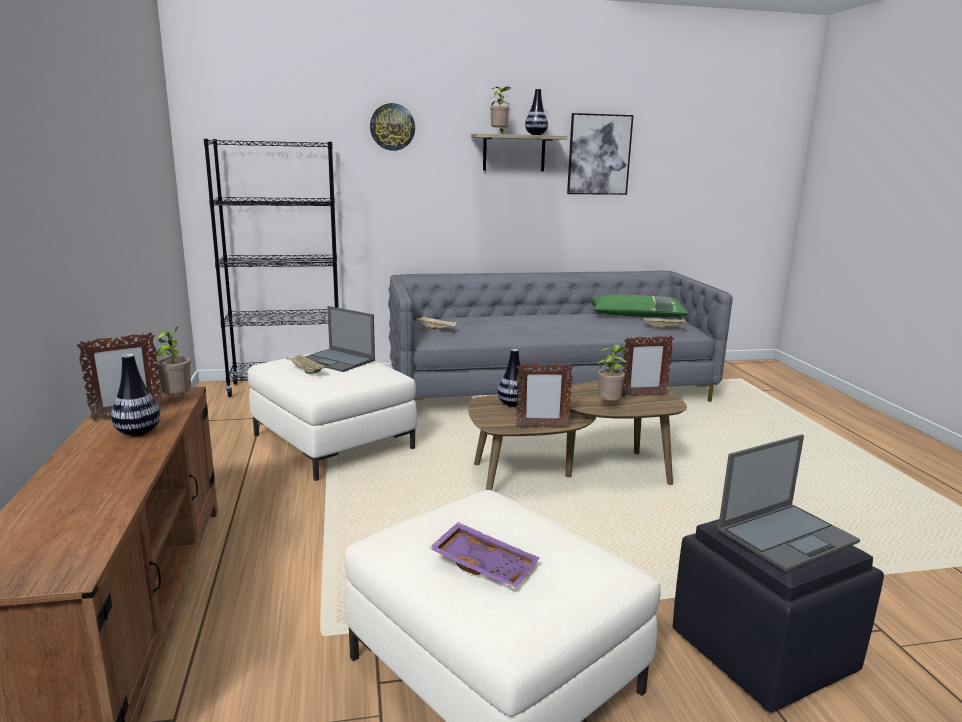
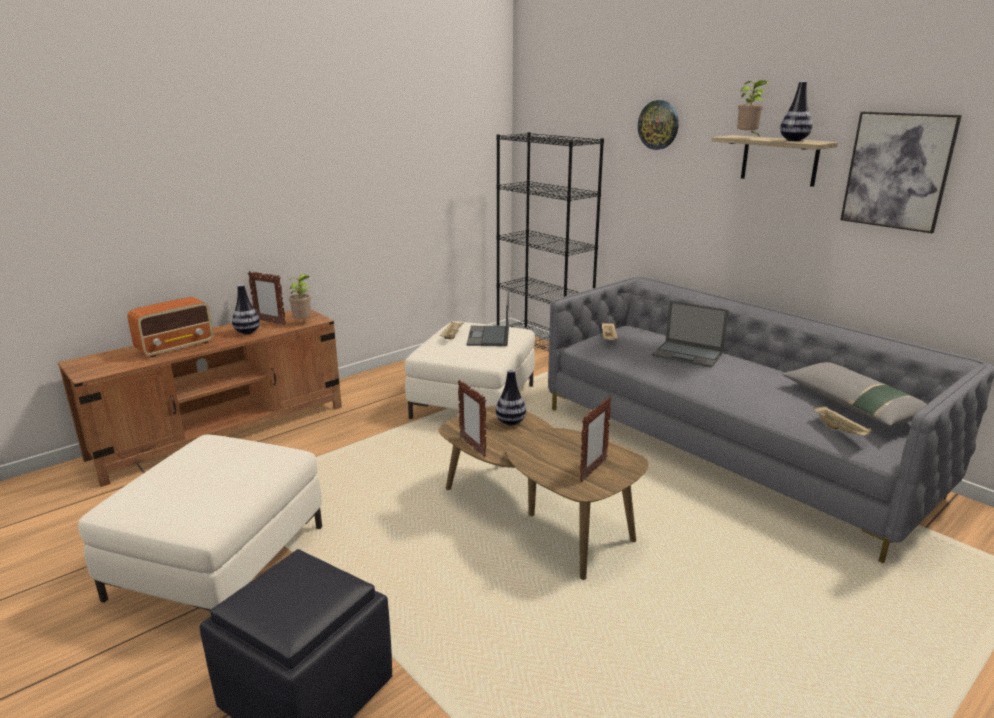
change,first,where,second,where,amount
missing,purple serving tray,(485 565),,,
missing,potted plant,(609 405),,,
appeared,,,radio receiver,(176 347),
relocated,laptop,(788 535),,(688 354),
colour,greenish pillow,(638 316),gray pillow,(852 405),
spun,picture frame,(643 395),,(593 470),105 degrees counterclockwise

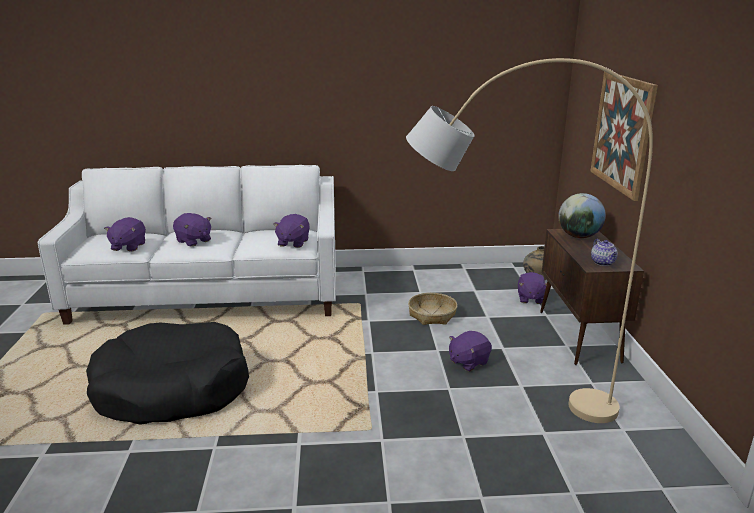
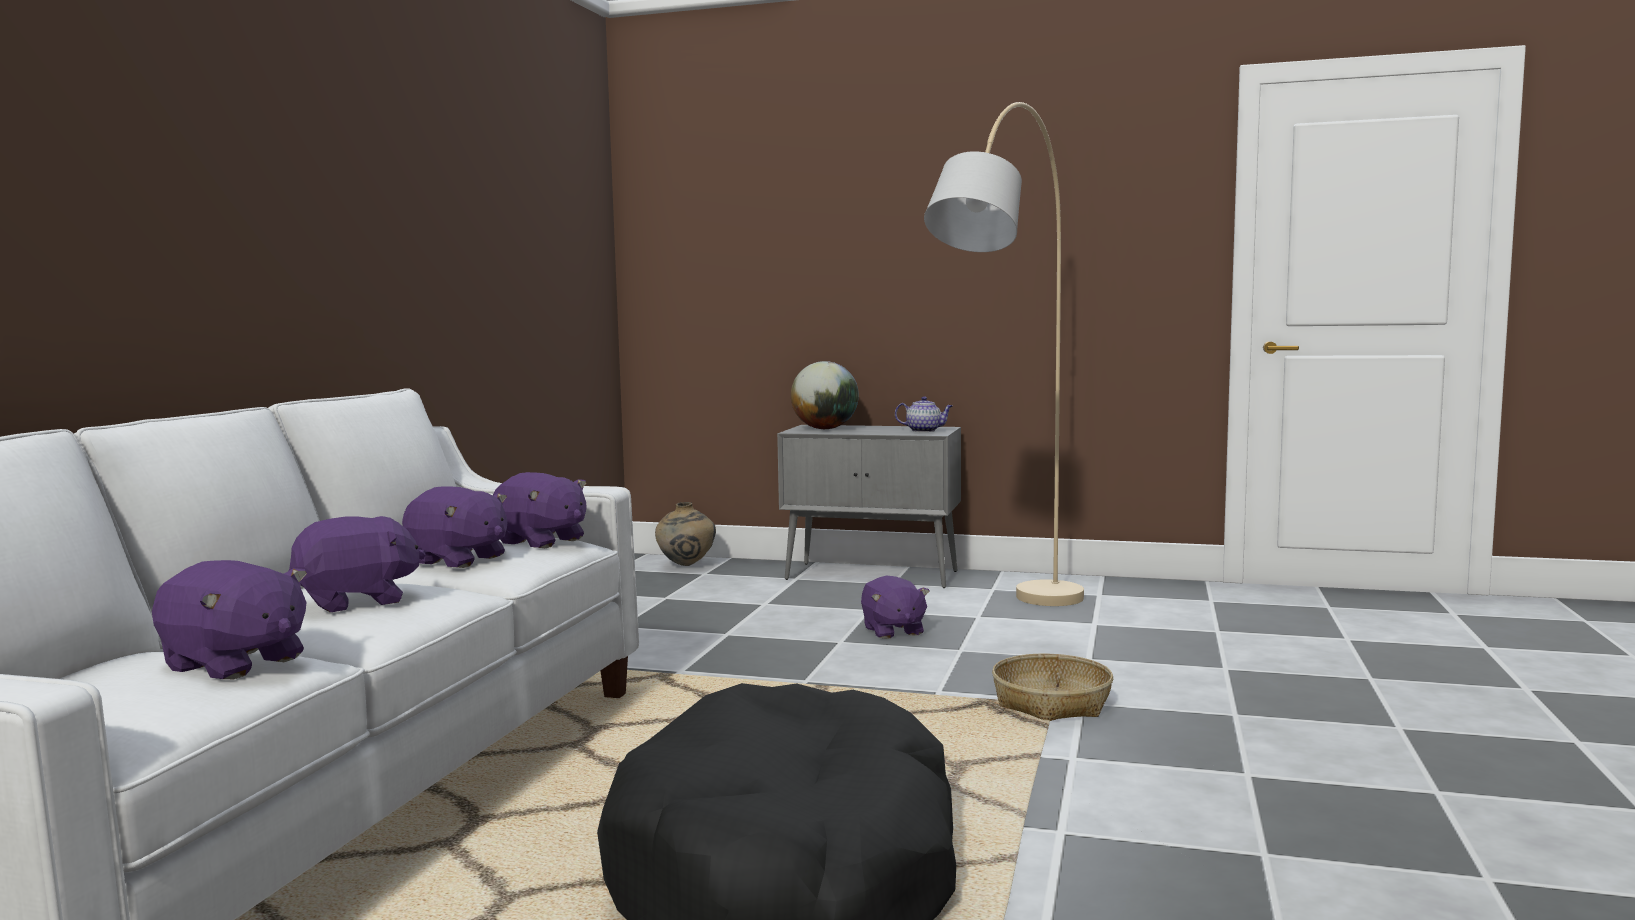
change,first,where,second,where,amount
missing,wall art,(622 133),,,
relocated,household basket,(432 315),,(1052 703),
relocated,purple cuddly toy,(530 298),,(458 560),
colour,brownish cupboard,(579 336),gray cupboard,(873 575),

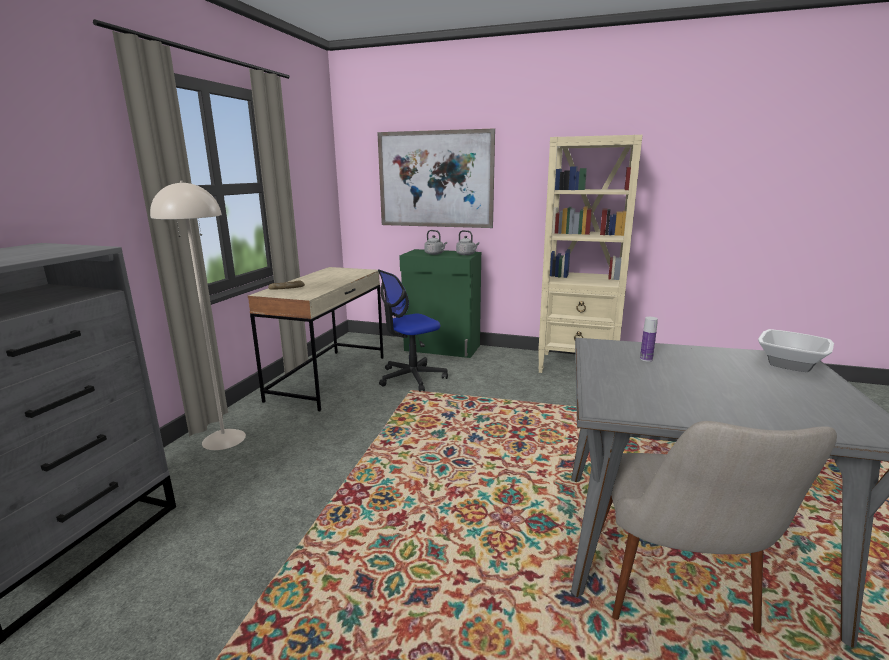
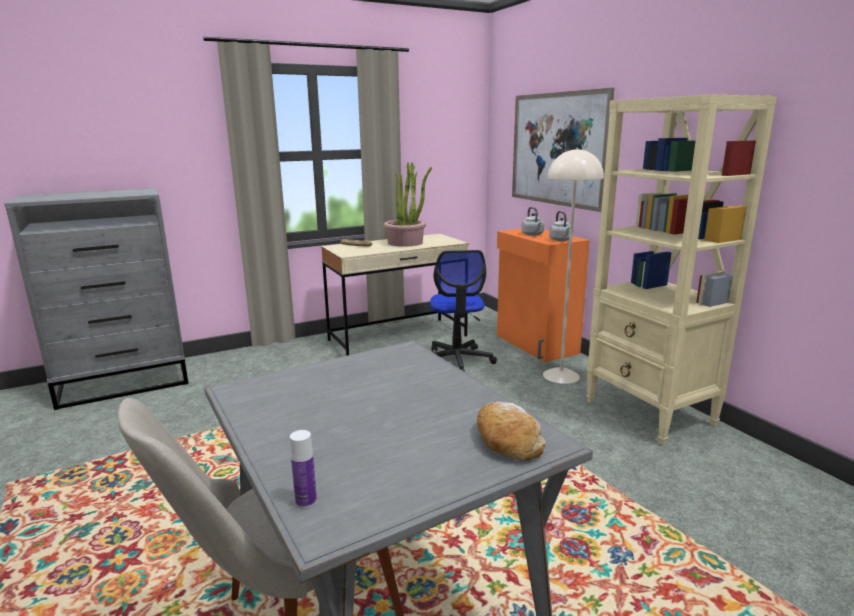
change,first,where,second,where,amount
appeared,,,potted plant,(405 243),
relocated,beige-coloured floor lamp,(224 439),,(561 375),
relocated,drink bottle,(646 359),,(306 501),
exchanged,serving bowl,(788 364),baked bread,(507 441),
colour,greenish cupboard,(442 348),orange-coloured cupboard,(535 344),
spun,office chair,(411 377),,(457 360),105 degrees counterclockwise

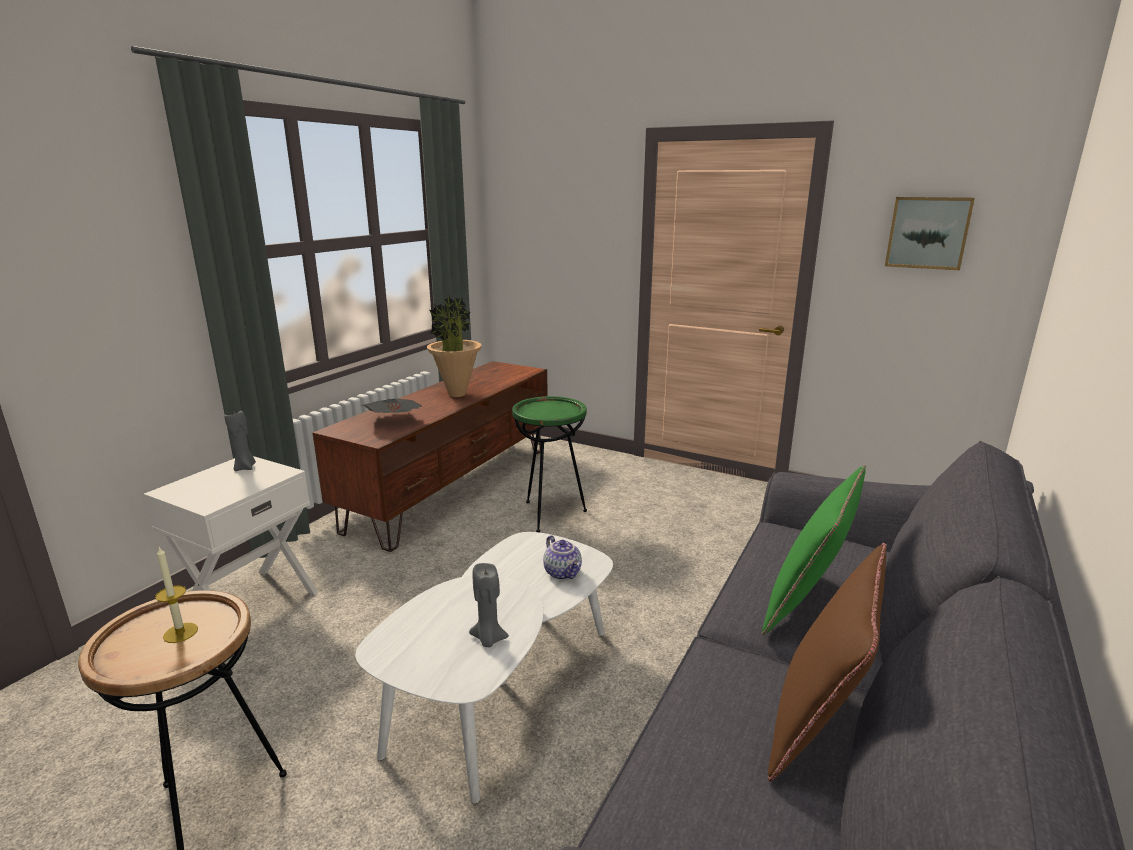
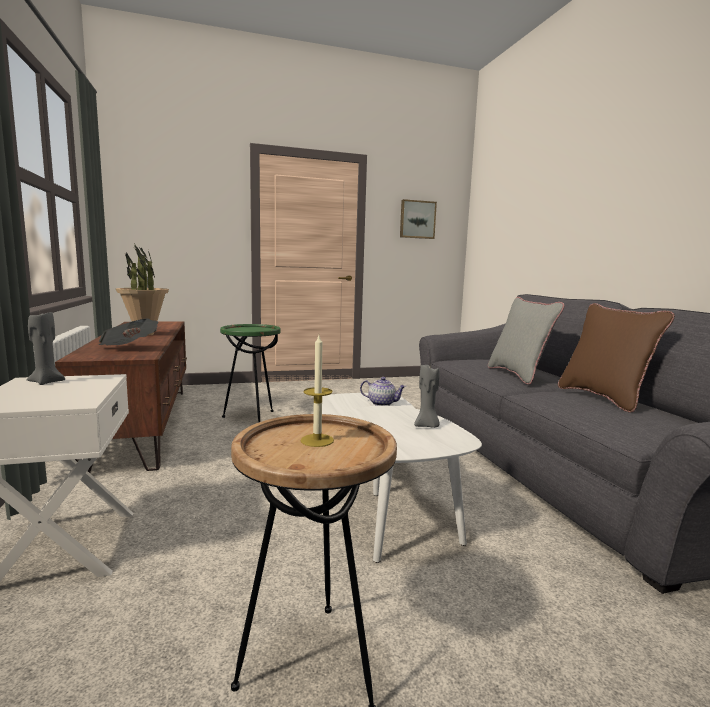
change,first,where,second,where,amount
colour,greenish pillow,(805 607),gray pillow,(518 375),

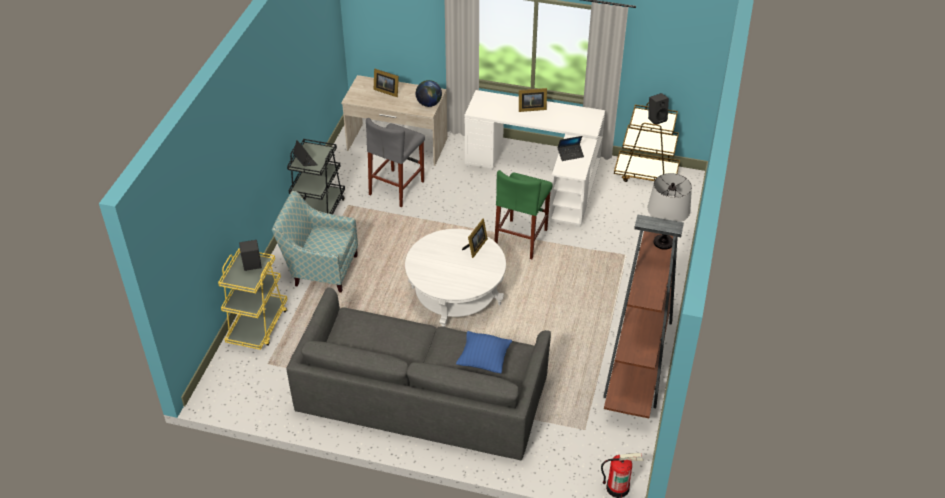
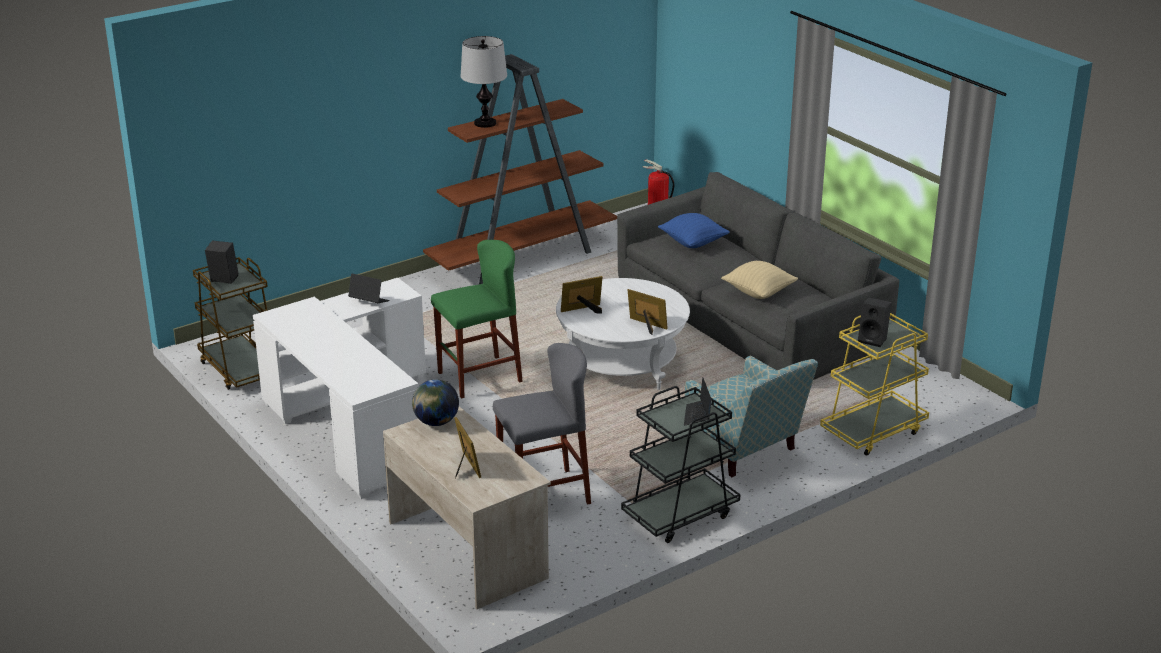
change,first,where,second,where,amount
appeared,,,beige-coloured pillow,(758 292),
relocated,picture frame,(531 108),,(647 326),

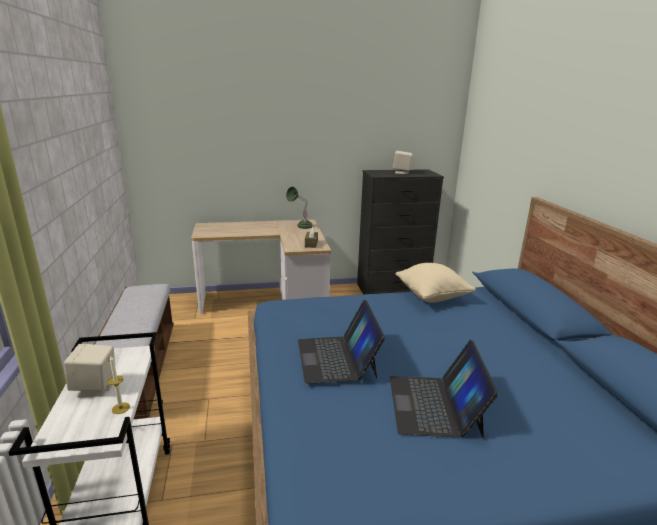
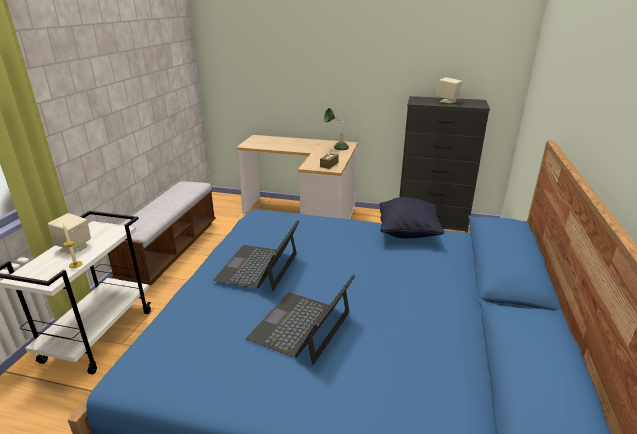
change,first,where,second,where,amount
colour,beige-coloured pillow,(432 296),black pillow,(408 232),

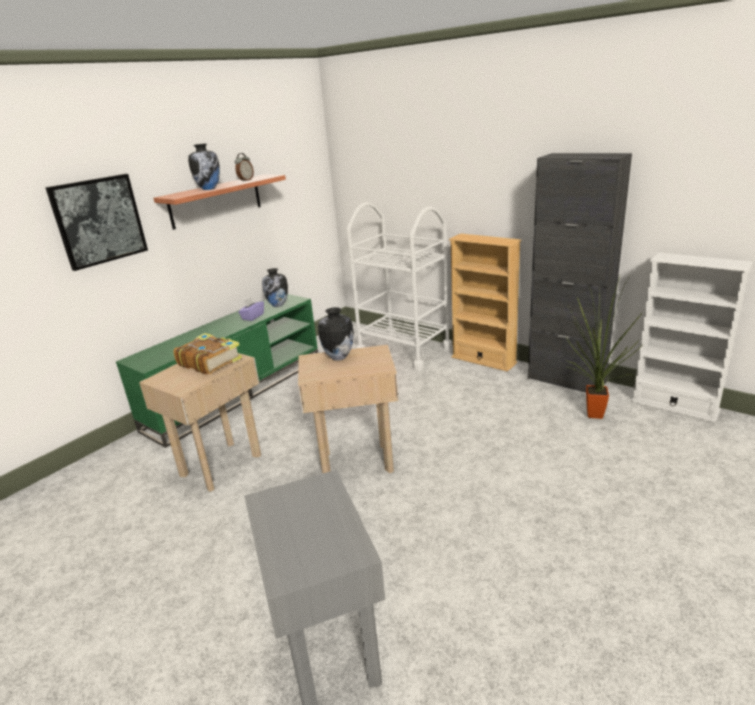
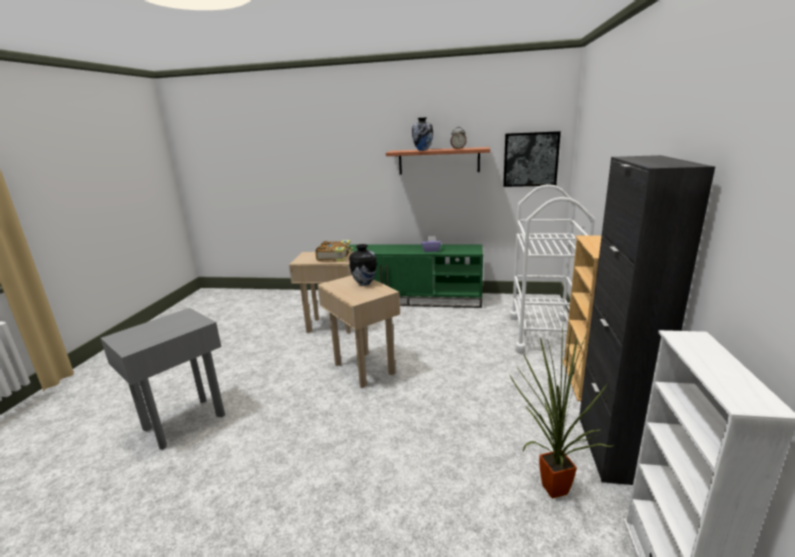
change,first,where,second,where,amount
missing,vase,(278 305),,,
relocated,wall art,(99 221),,(530 159),

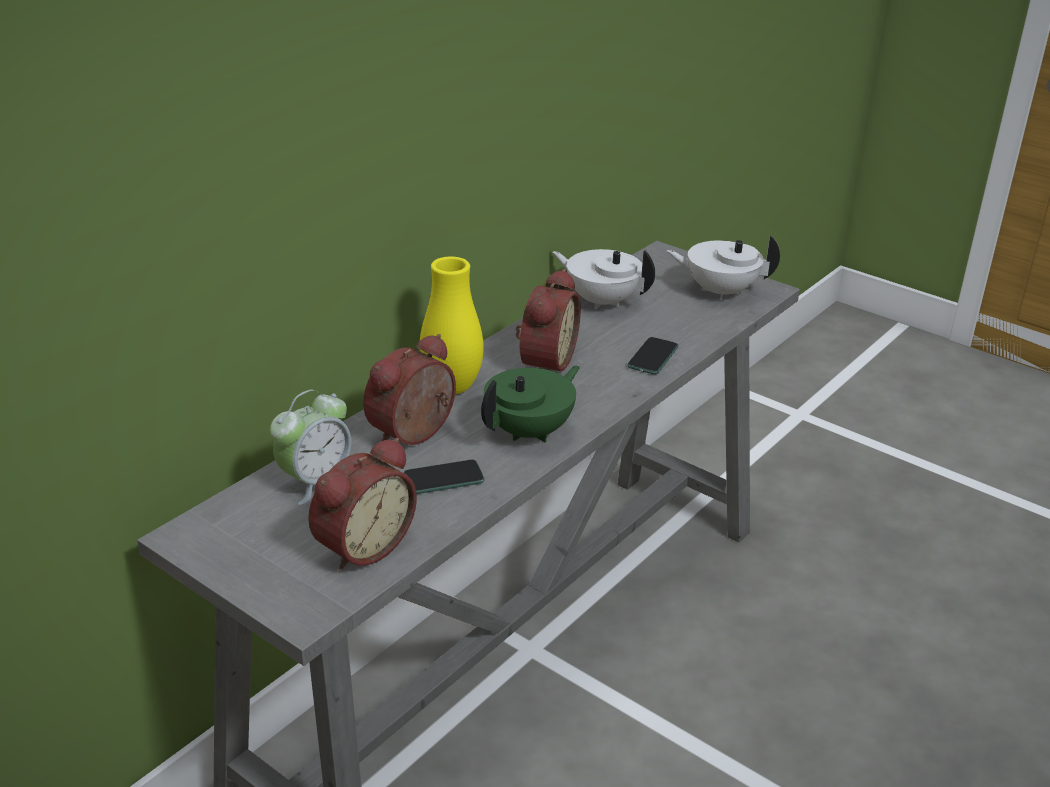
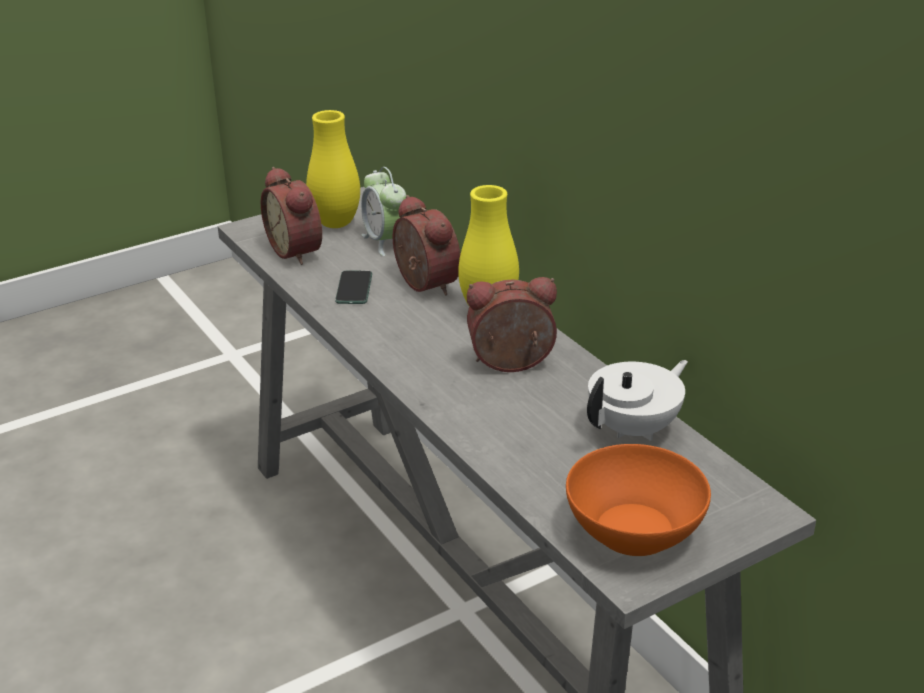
change,first,where,second,where,amount
missing,greenish pot for tea,(530 431),,,
missing,phone,(652 357),,,
appeared,,,yellowish vase,(335 223),
exchanged,whitish pot for tea,(720 291),orange-coloured serving bowl,(635 530),
spun,alarm clock,(544 362),,(511 364),135 degrees clockwise

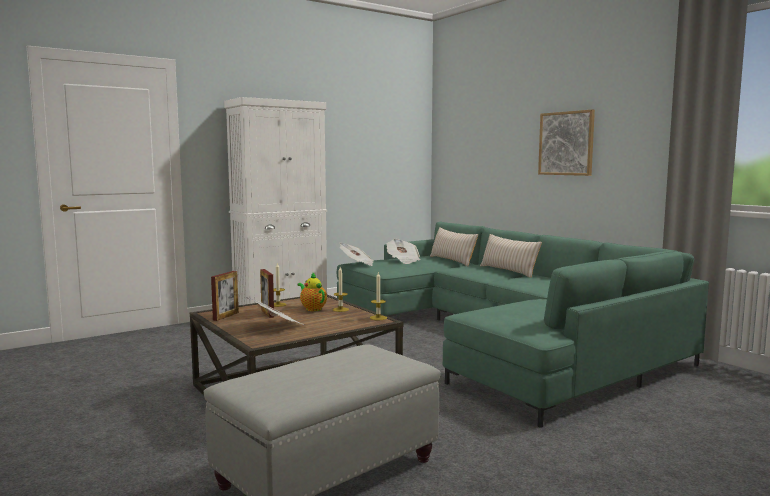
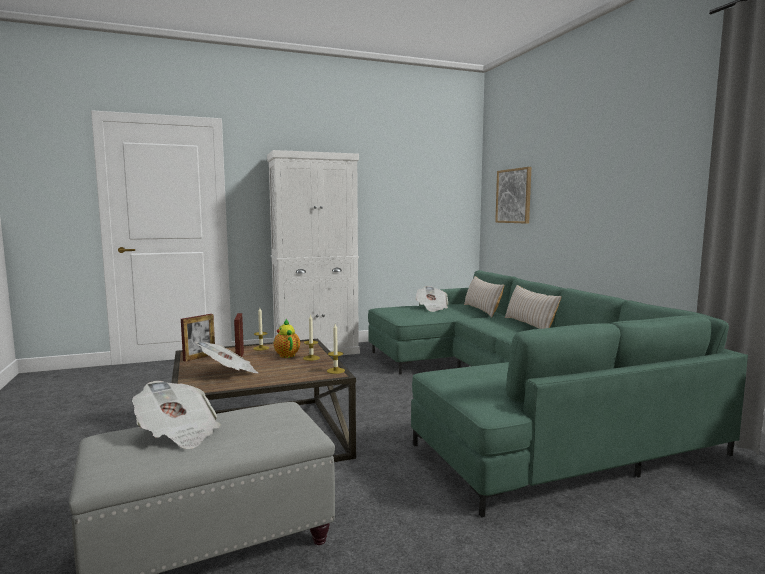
change,first,where,second,where,amount
relocated,newspaper,(357 264),,(178 434),
relocated,wall art,(566 143),,(514 196),

